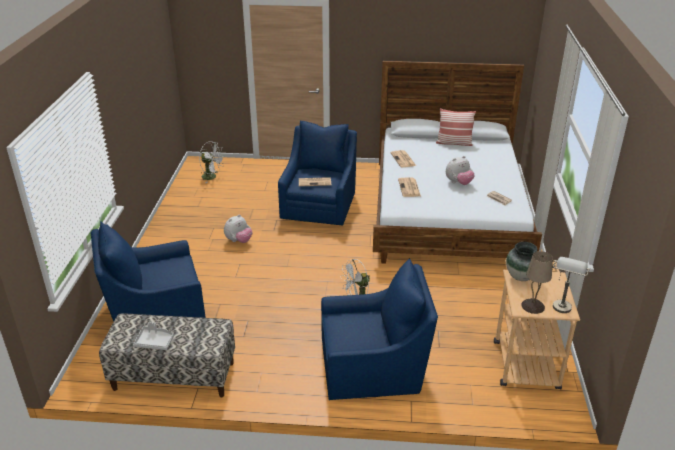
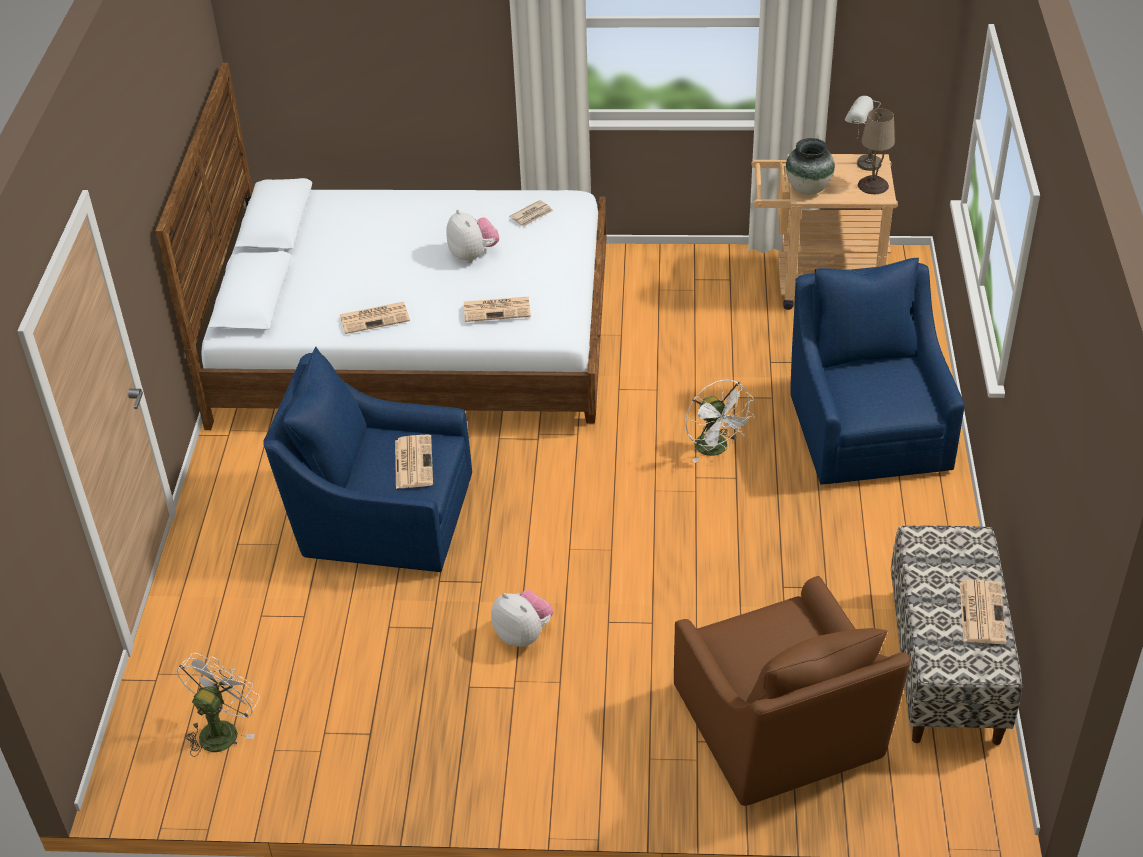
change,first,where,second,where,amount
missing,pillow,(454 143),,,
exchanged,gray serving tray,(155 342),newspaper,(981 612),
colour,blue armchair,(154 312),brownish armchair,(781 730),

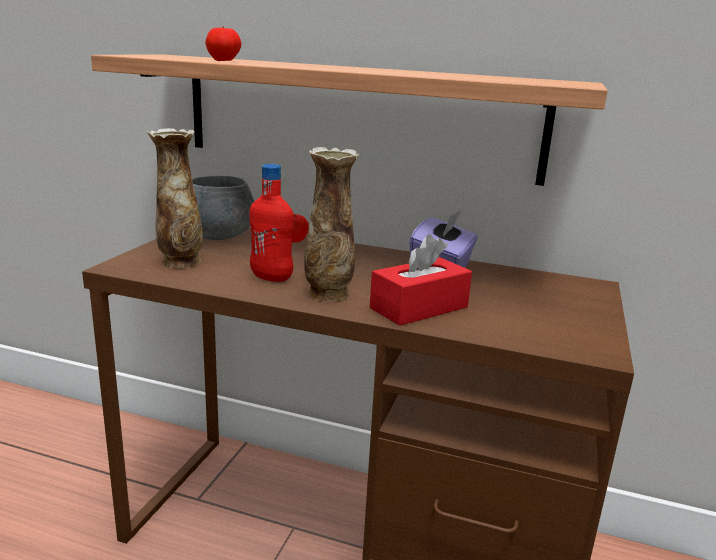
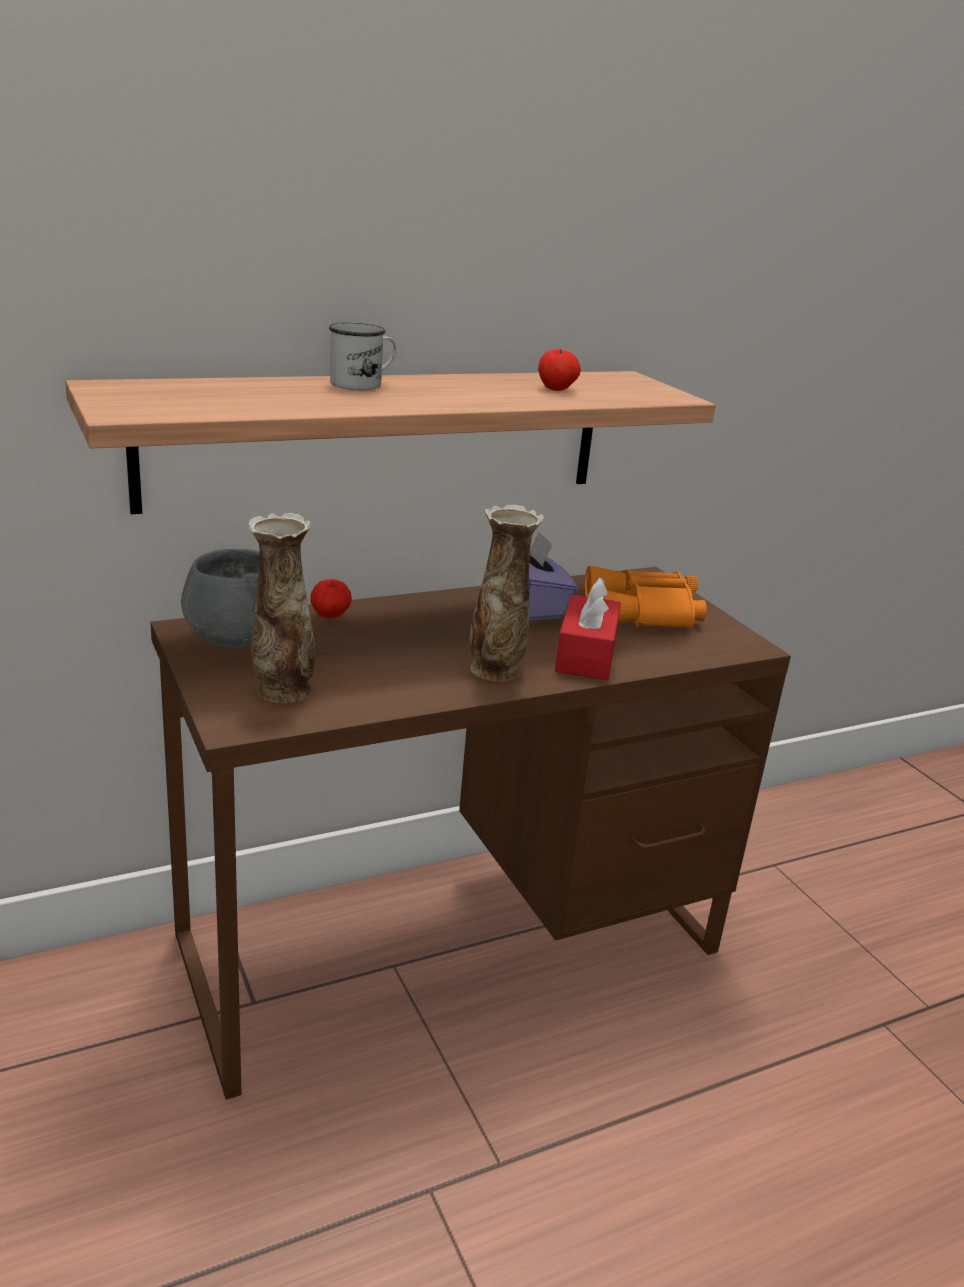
change,first,where,second,where,amount
missing,red-coloured drink bottle,(271 277),,,
appeared,,,whitish tea mug,(363 384),
appeared,,,orange-coloured field glasses,(644 613),
relocated,apple,(223 61),,(556 389),

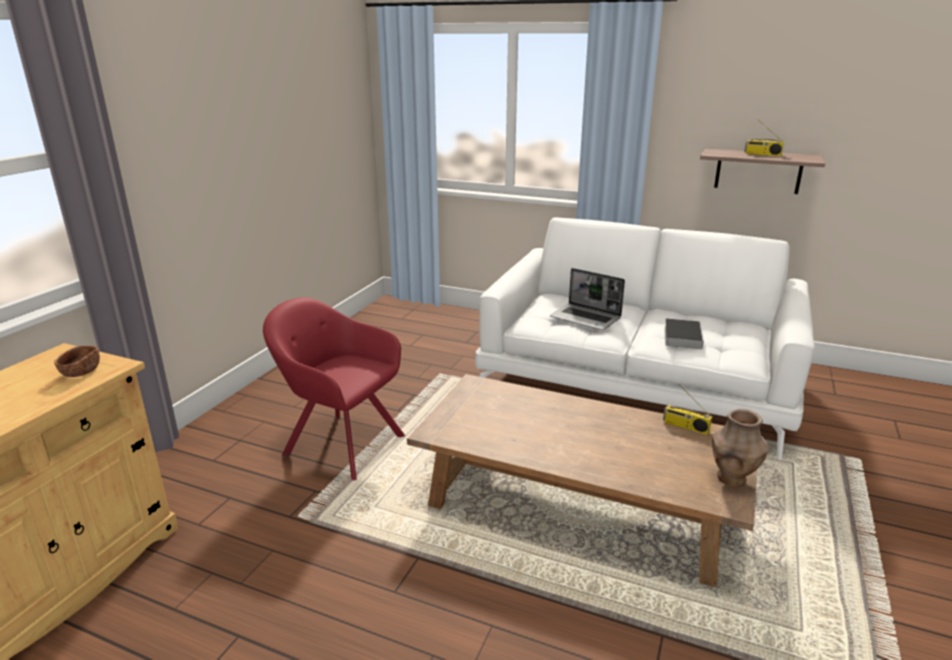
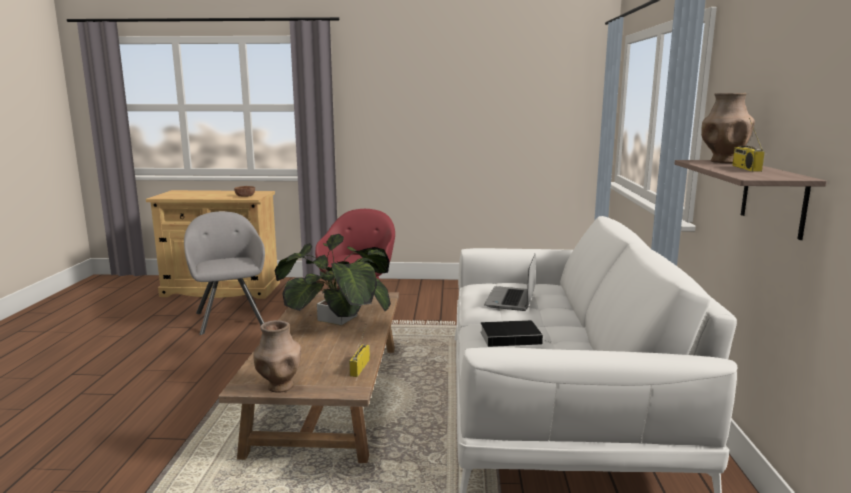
change,first,where,second,where,amount
appeared,,,gray armchair,(229 317),
appeared,,,potted plant,(337 318),
appeared,,,brownish vase,(723 161),

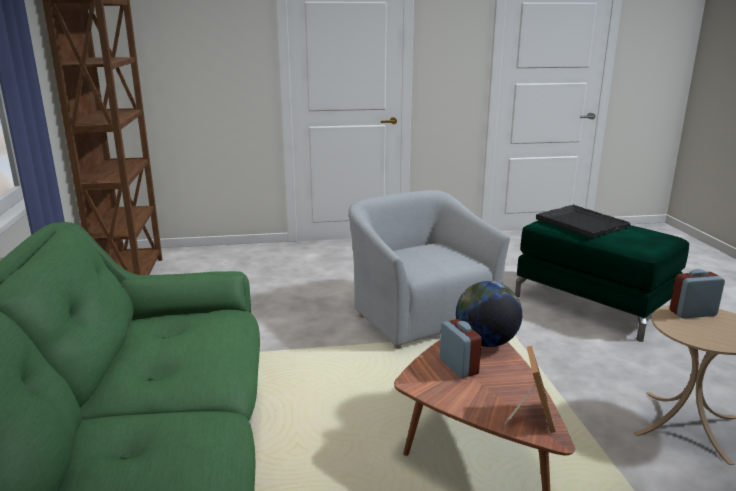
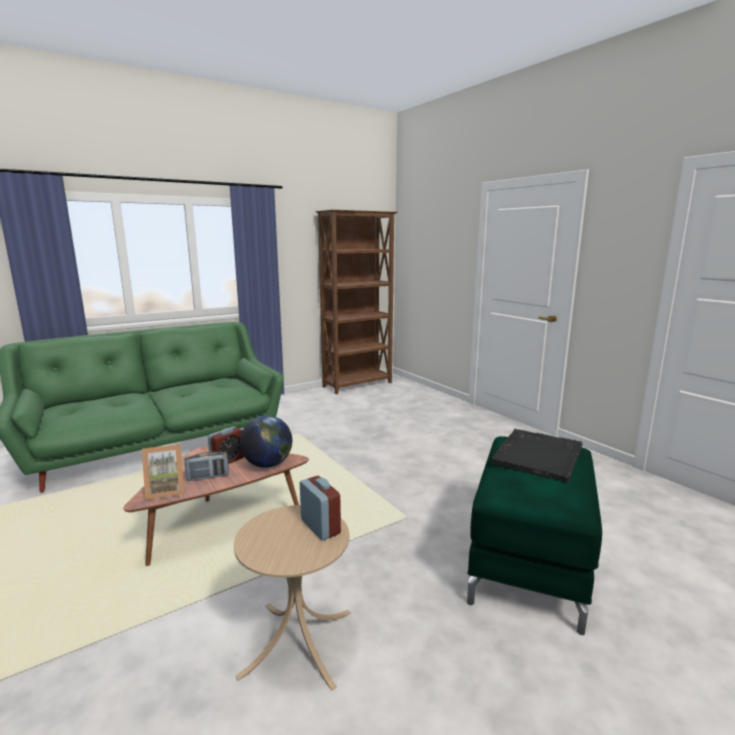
change,first,where,second,where,amount
missing,gray armchair,(420 315),,,
appeared,,,radio receiver,(208 477),

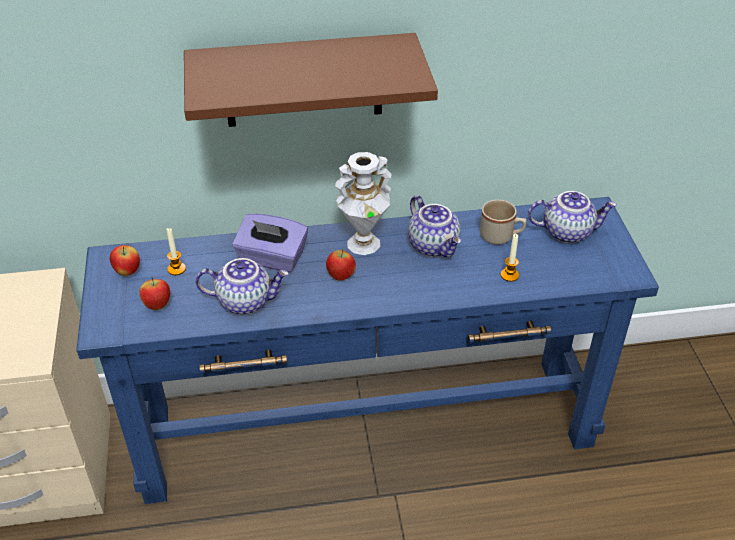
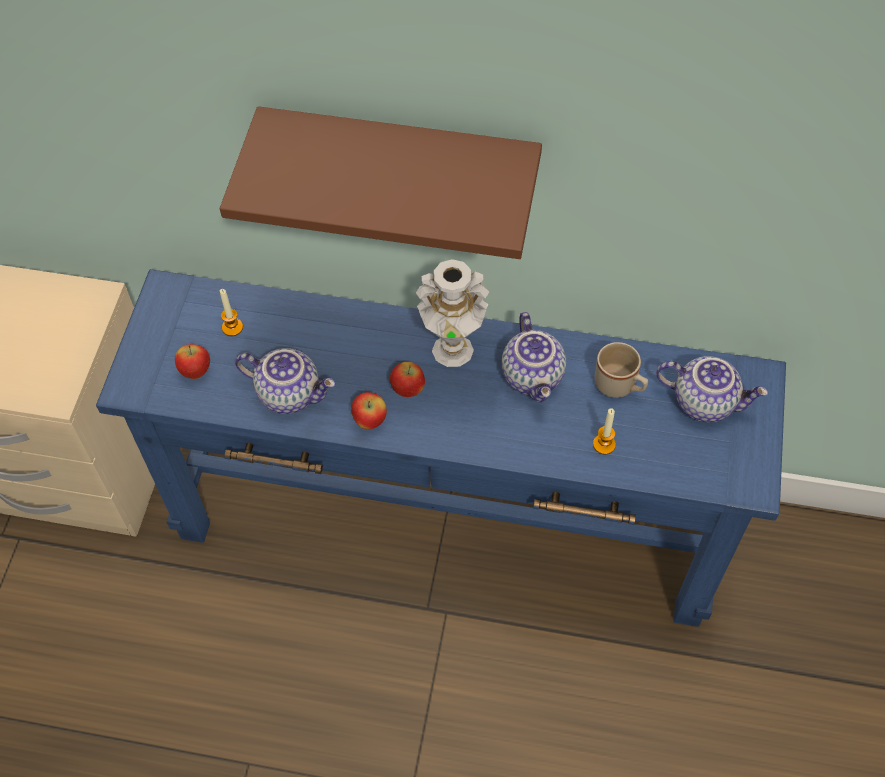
change,first,where,second,where,amount
missing,purple tissue box,(272 259),,,
relocated,apple,(127 272),,(370 420),

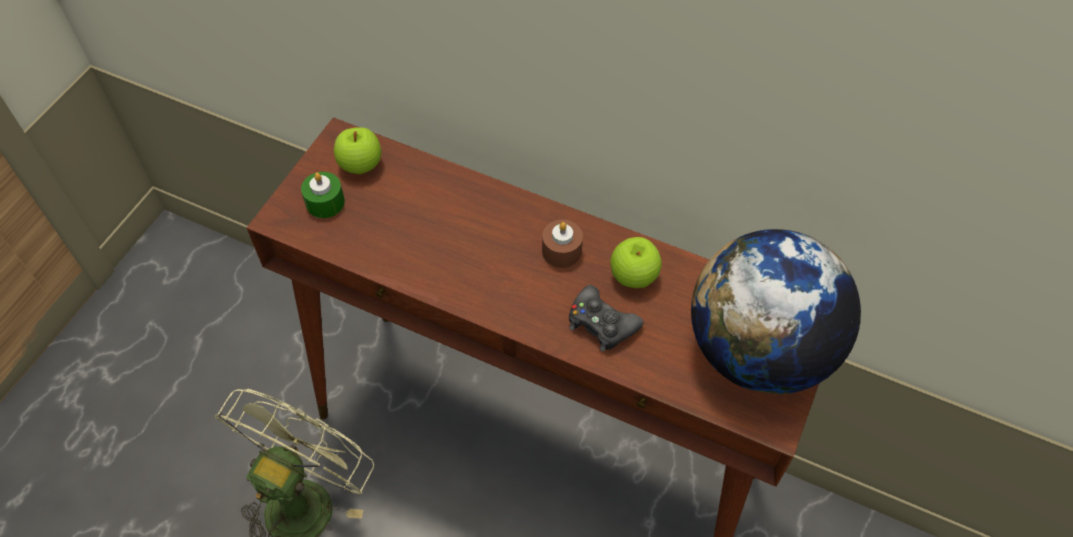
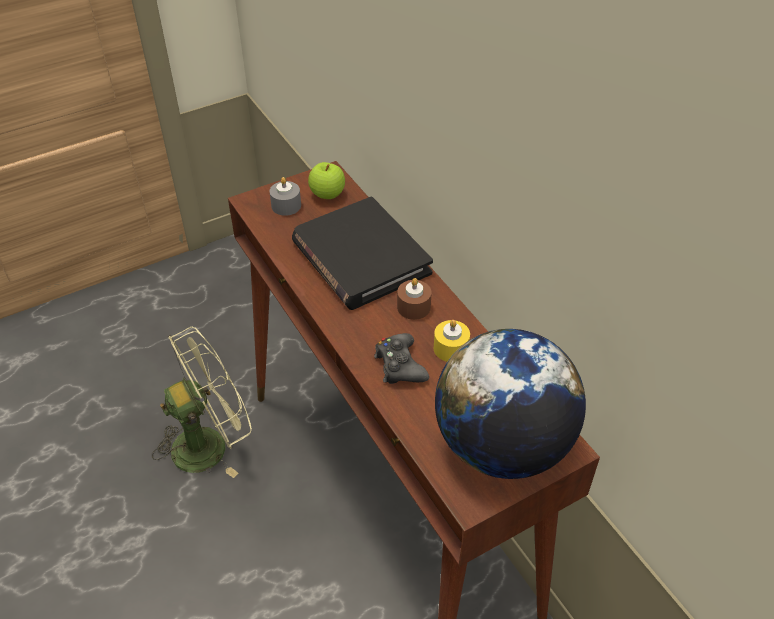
change,first,where,second,where,amount
appeared,,,black book,(360 258),
exchanged,apple,(633 276),yellowish wax candle,(451 348),
colour,greenish wax candle,(325 202),gray wax candle,(286 205),

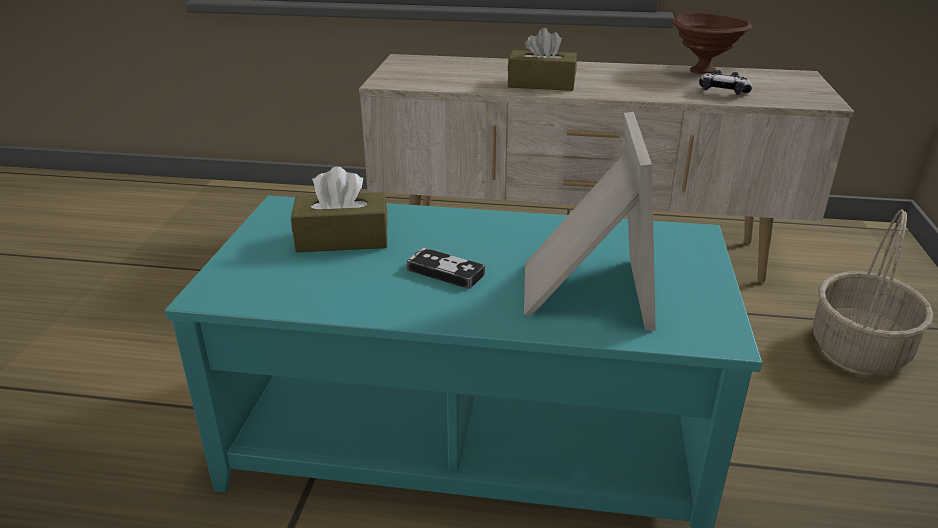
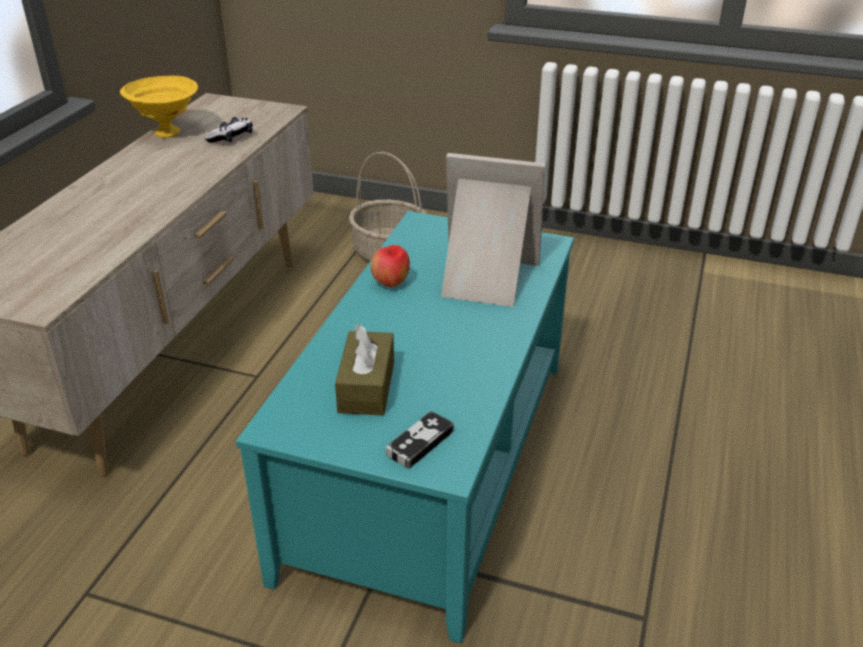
change,first,where,second,where,amount
missing,brownish tissue box,(541 84),,,
appeared,,,apple,(390 284),
relocated,game controller,(445 272),,(420 443),
colour,brownish serving bowl,(703 71),yellowish serving bowl,(166 132),

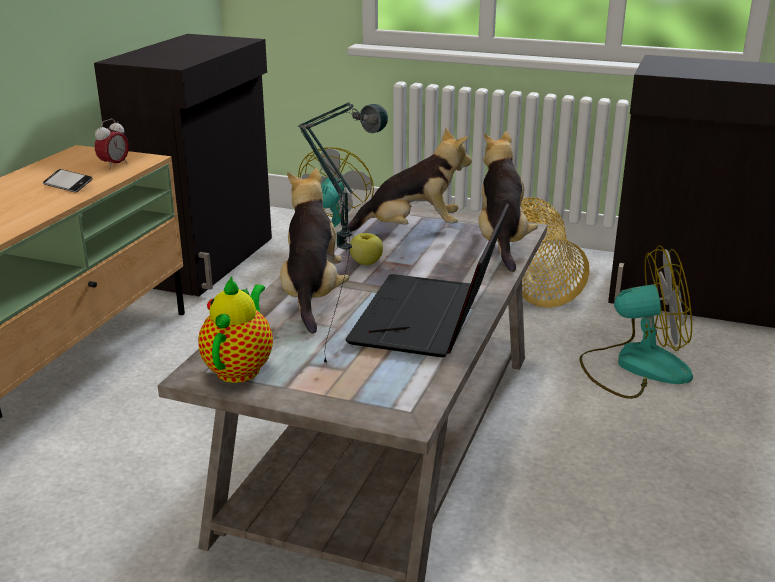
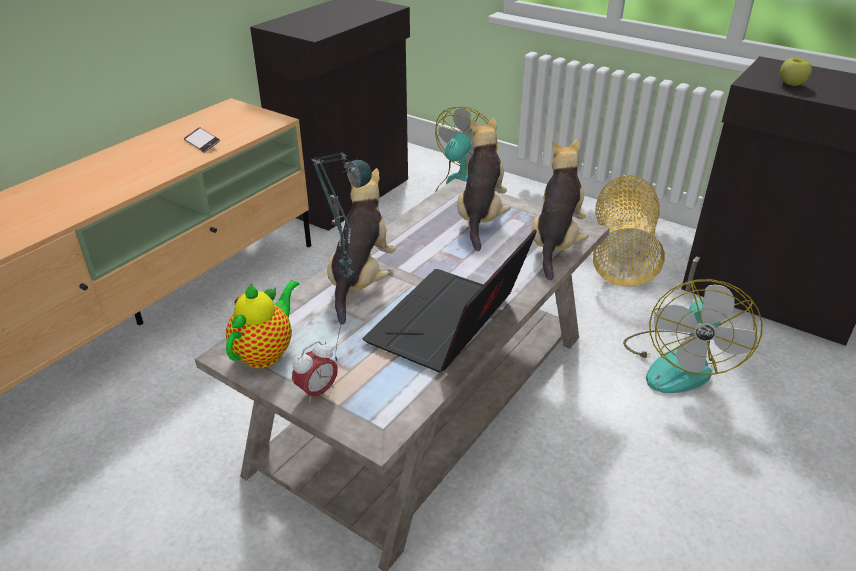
change,first,where,second,where,amount
relocated,alarm clock,(114 165),,(317 392),
relocated,apple,(366 262),,(791 84),
spun,cuddly toy,(411 230),,(481 217),90 degrees counterclockwise
spun,electric fan,(634 366),,(678 363),90 degrees clockwise

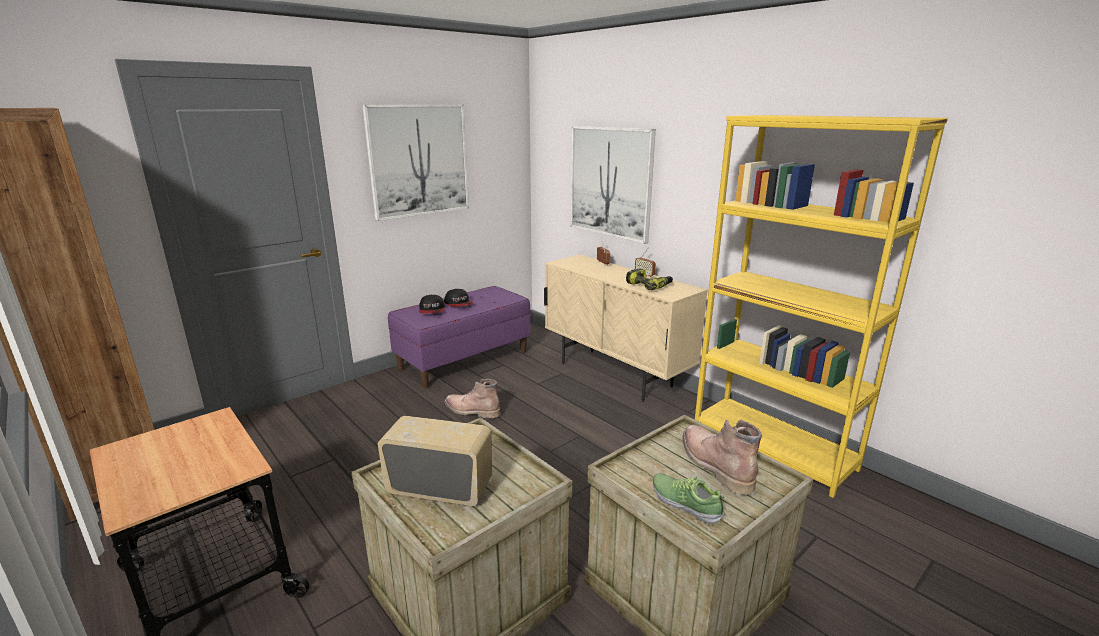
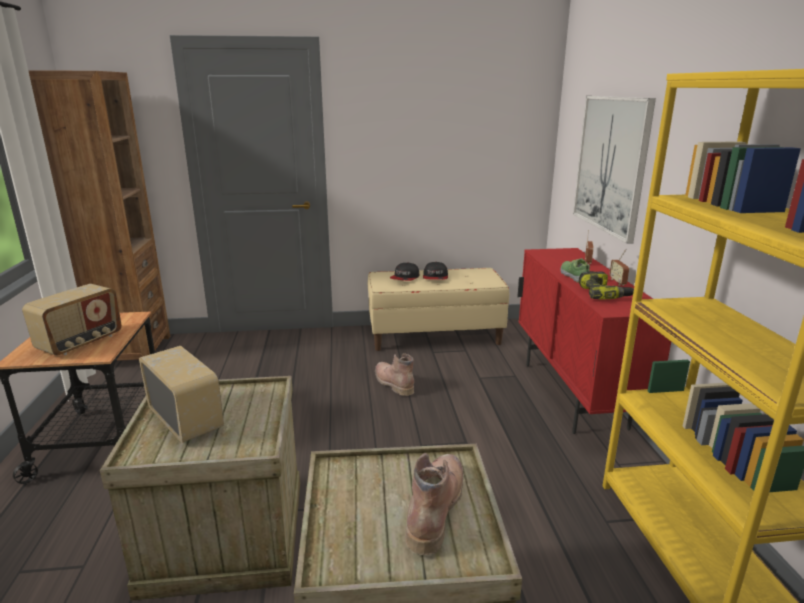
change,first,where,second,where,amount
missing,wall art,(419 160),,,
appeared,,,radio receiver,(81 343),
relocated,shoe,(685 503),,(575 276),
colour,purple long seat,(464 360),beige-coloured long seat,(434 336),
colour,beige-coloured cupboard,(615 374),red-coloured cupboard,(573 395),

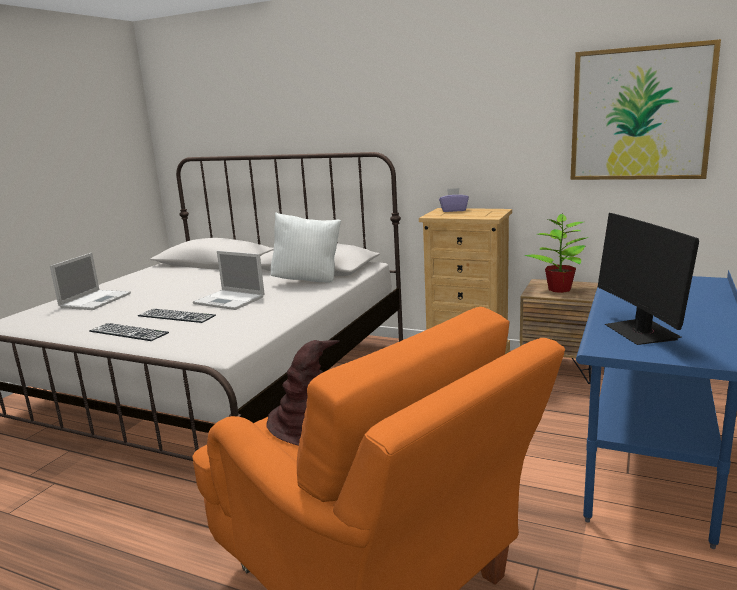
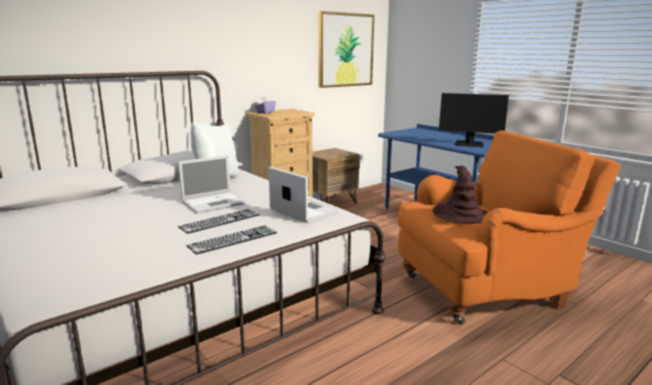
change,first,where,second,where,amount
missing,potted plant,(559 289),,,
relocated,laptop,(96 300),,(302 210),

